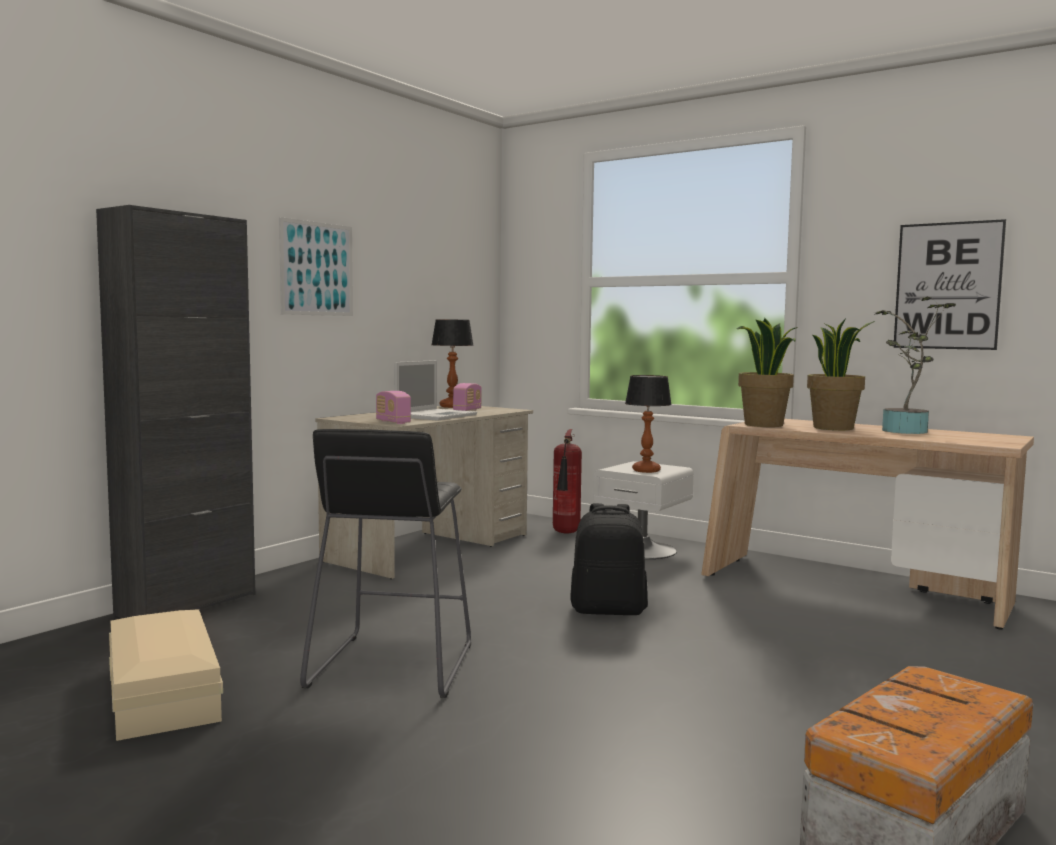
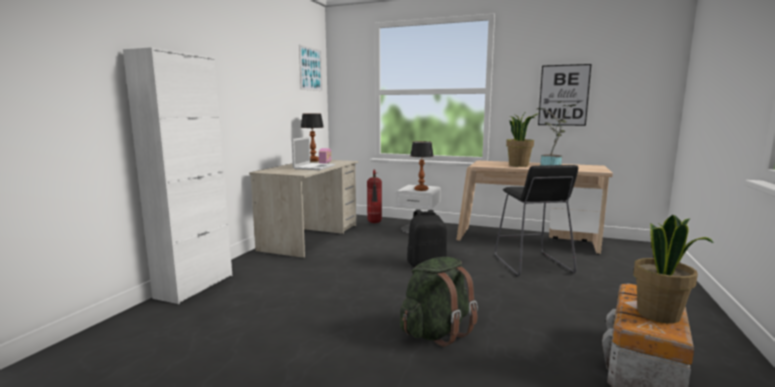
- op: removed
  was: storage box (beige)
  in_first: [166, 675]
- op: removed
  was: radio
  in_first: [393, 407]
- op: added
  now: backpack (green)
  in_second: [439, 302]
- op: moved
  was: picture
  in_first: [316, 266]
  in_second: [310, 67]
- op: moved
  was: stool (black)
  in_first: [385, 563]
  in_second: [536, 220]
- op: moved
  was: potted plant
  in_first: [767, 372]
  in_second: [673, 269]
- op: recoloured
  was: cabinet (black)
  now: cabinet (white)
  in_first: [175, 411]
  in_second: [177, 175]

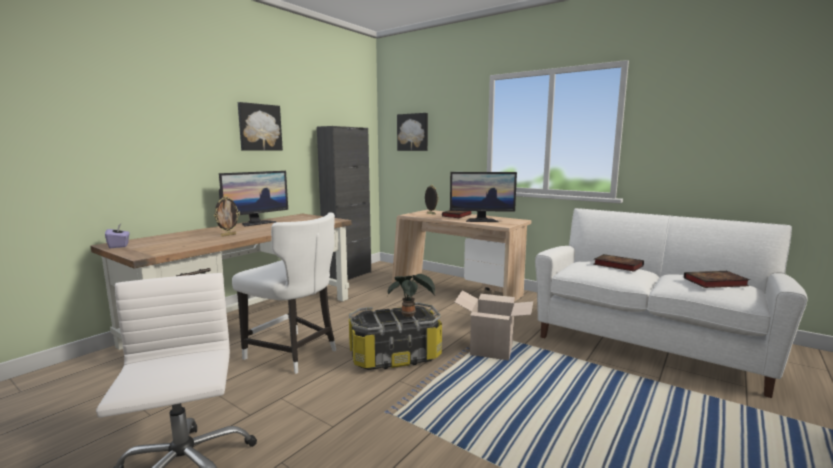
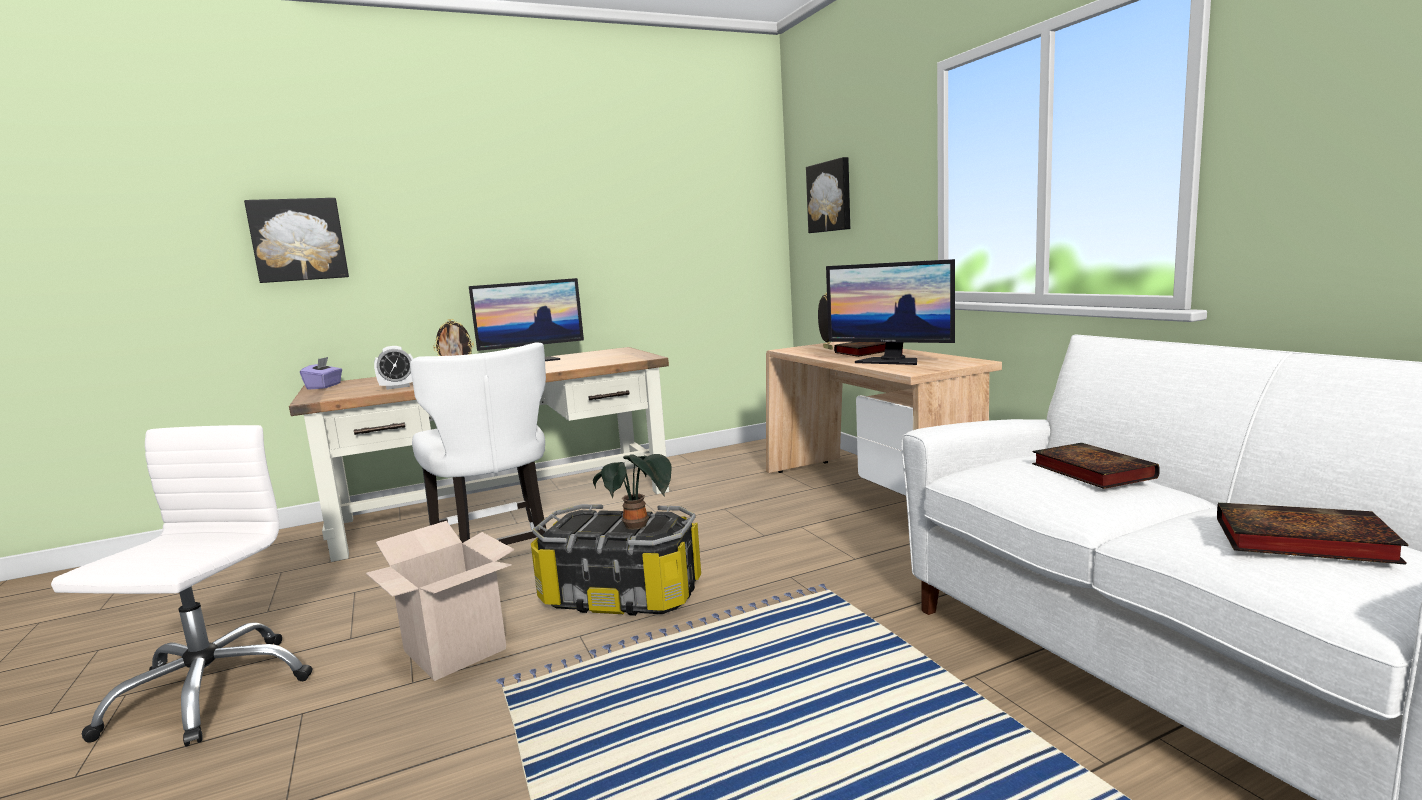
- op: removed
  was: cabinet (black)
  in_first: [344, 203]
- op: added
  now: alarm clock
  in_second: [393, 368]
- op: moved
  was: picture
  in_first: [260, 126]
  in_second: [296, 240]
- op: moved
  was: cardboard box
  in_first: [494, 325]
  in_second: [440, 601]

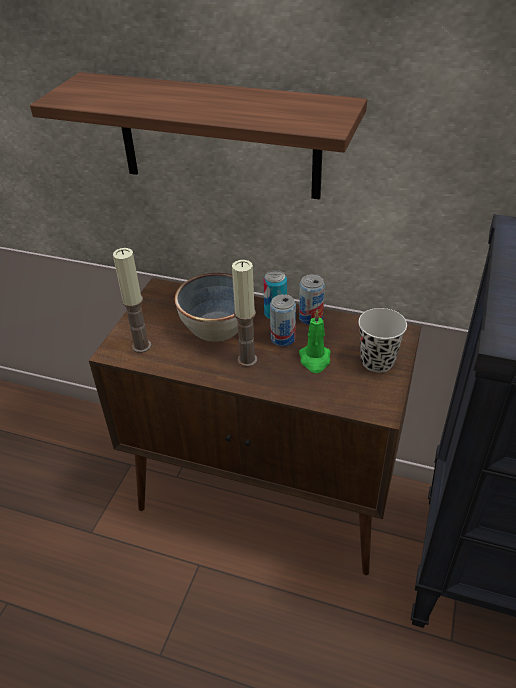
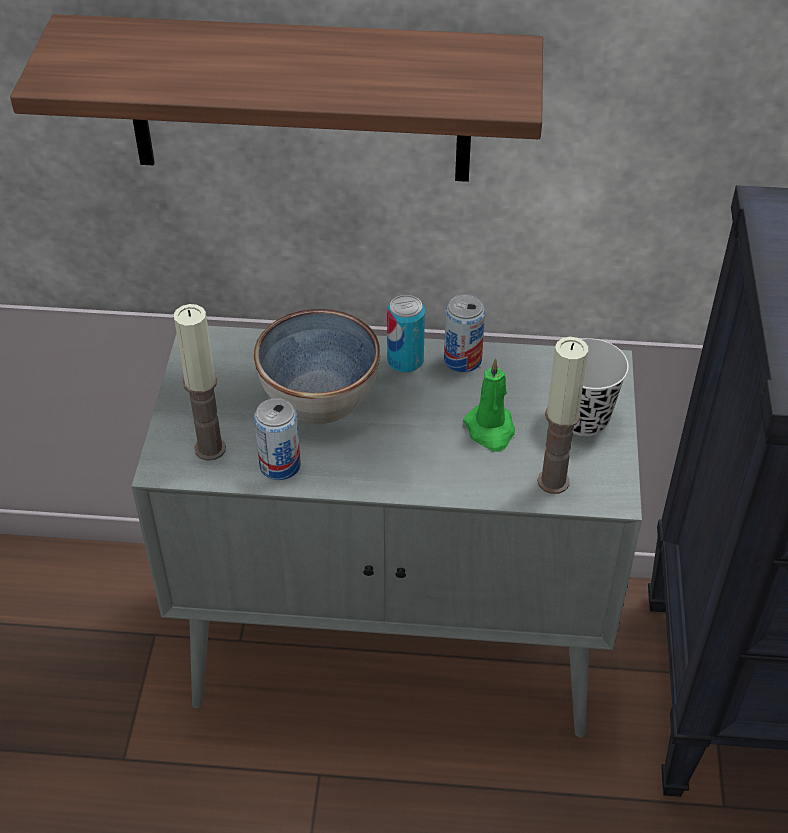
- op: moved
  was: candle
  in_first: [244, 313]
  in_second: [562, 415]
- op: moved
  was: can
  in_first: [283, 320]
  in_second: [277, 439]
- op: recoloured
  was: cabinet (brown)
  now: cabinet (grey)
  in_first: [255, 426]
  in_second: [386, 532]

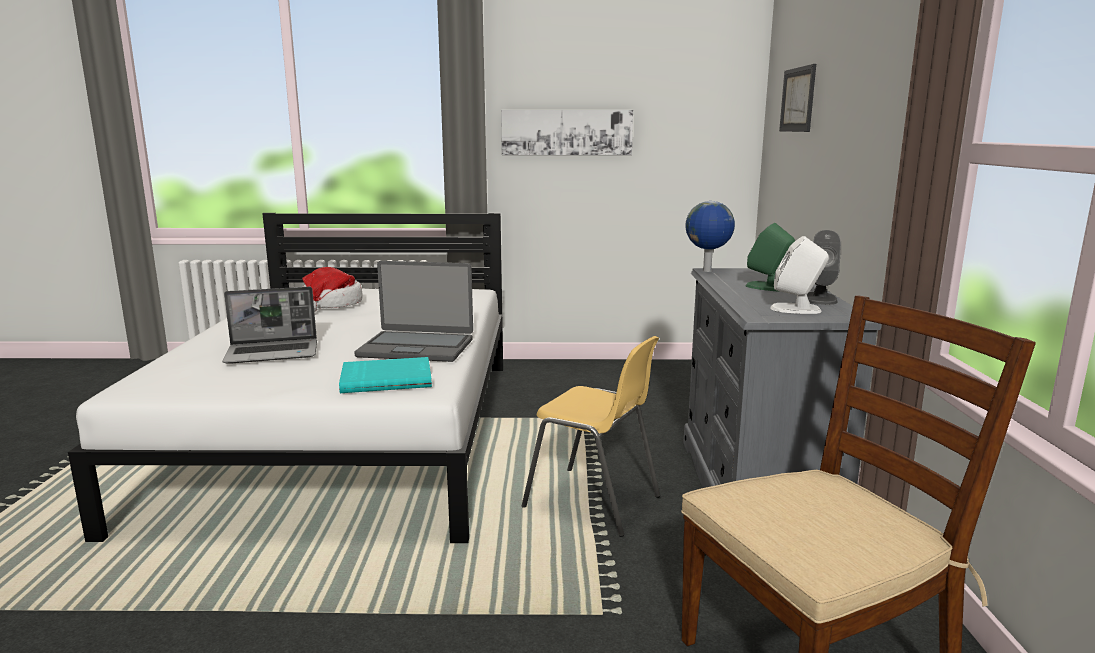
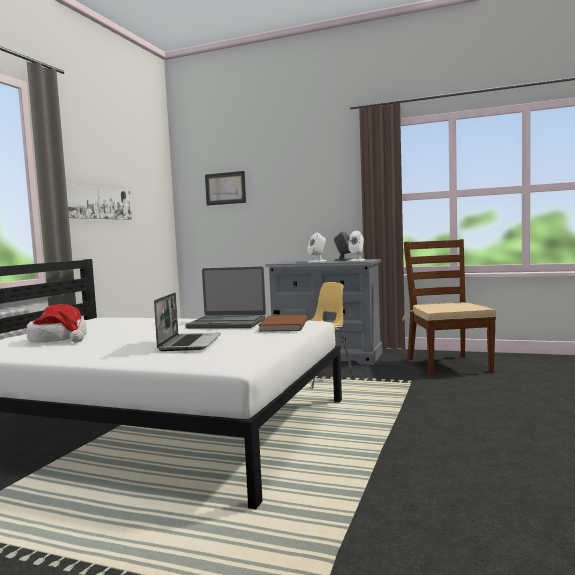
- op: removed
  was: globe
  in_first: [710, 236]
- op: recoloured
  was: book (turquoise)
  now: book (brown)
  in_first: [385, 375]
  in_second: [283, 323]
- op: recoloured
  was: speaker (green)
  now: speaker (white)
  in_first: [770, 257]
  in_second: [316, 247]
- op: turned
  was: laptop
  in_first: [413, 311]
  in_second: [225, 297]
  clockwise: 75

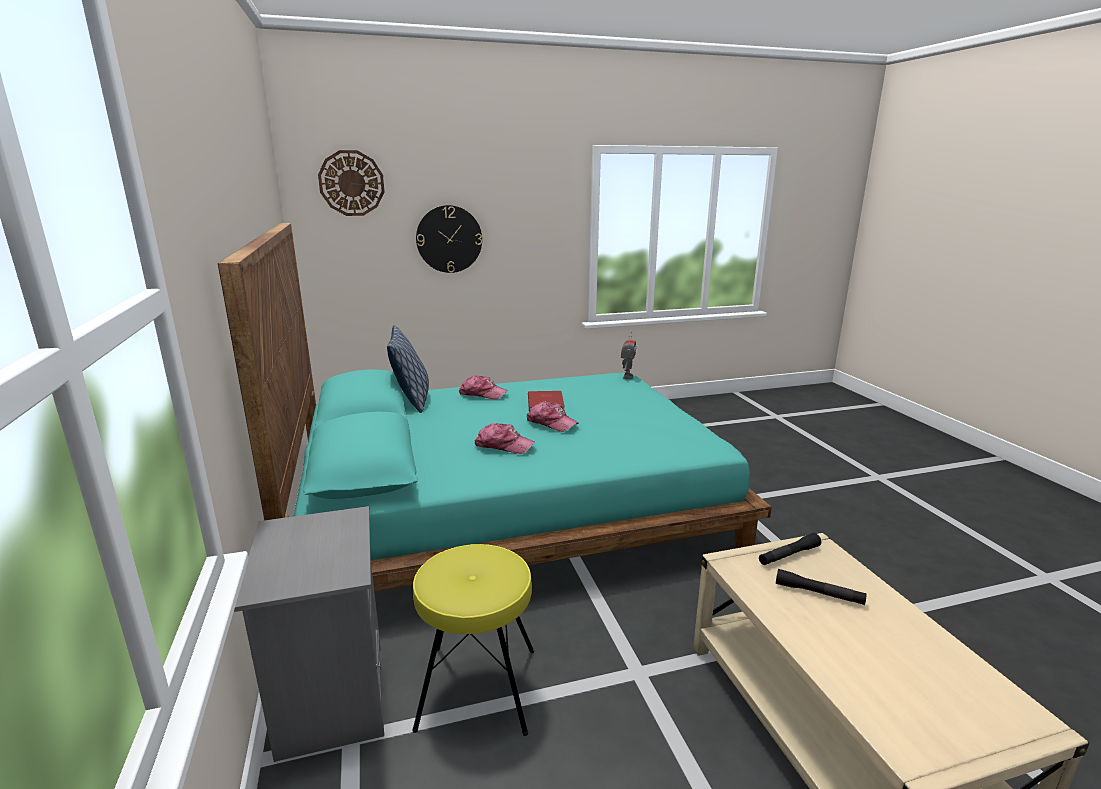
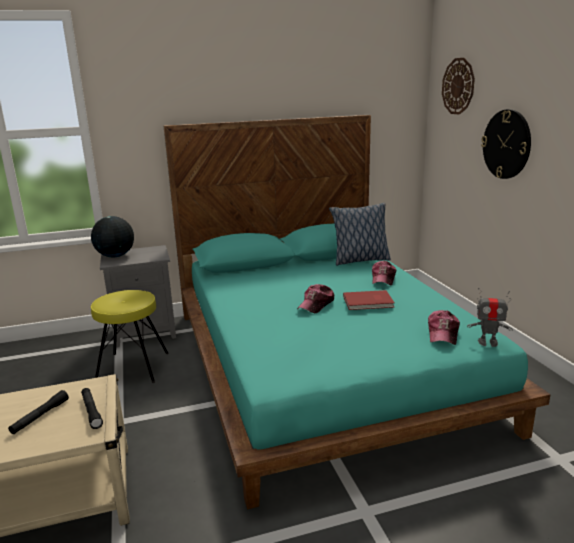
- op: added
  now: globe
  in_second: [112, 236]
- op: moved
  was: cap
  in_first: [504, 438]
  in_second: [444, 327]

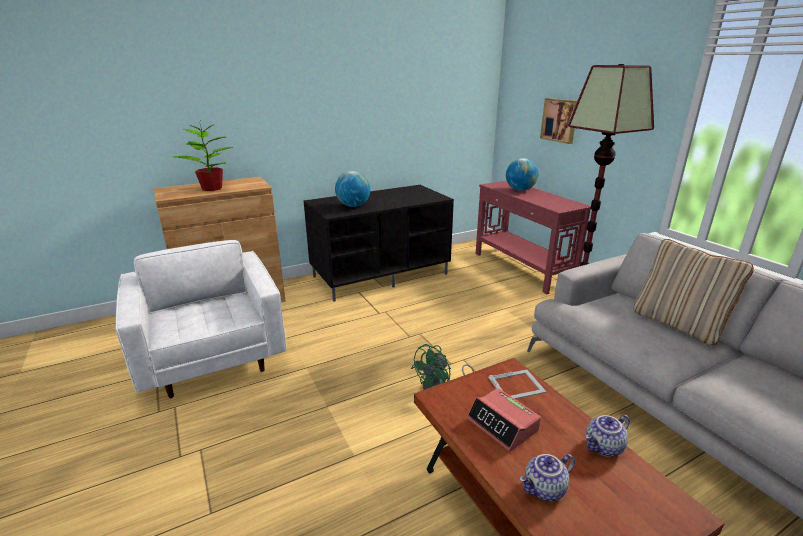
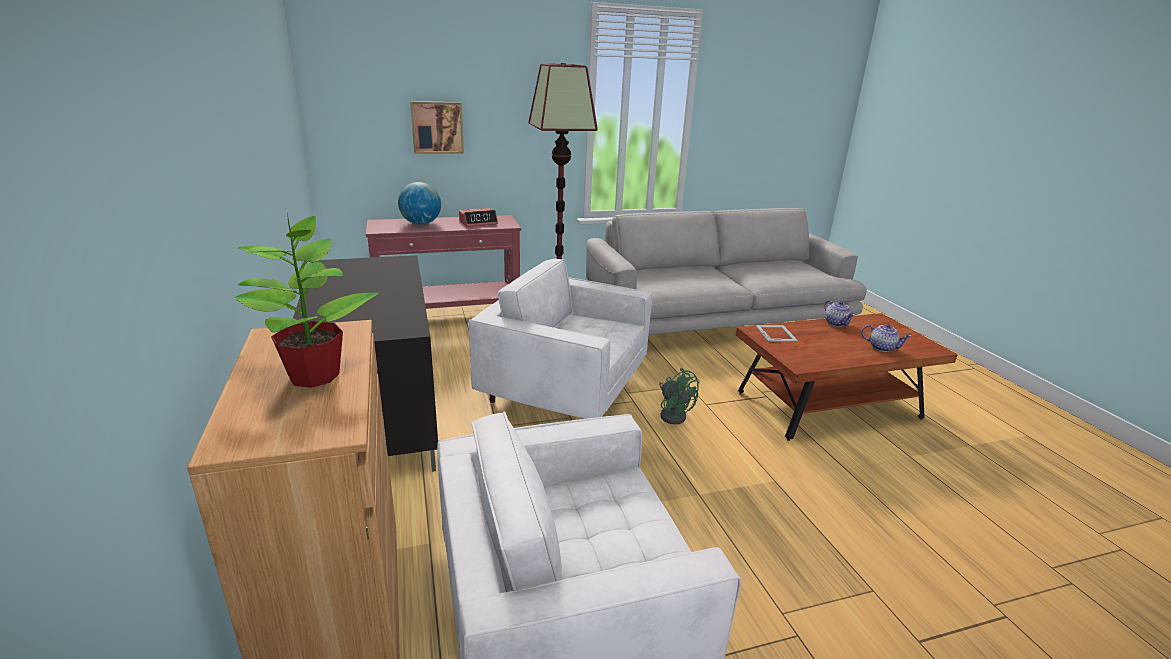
- op: removed
  was: globe
  in_first: [353, 189]
- op: removed
  was: pillow (beige)
  in_first: [693, 292]
- op: added
  now: armchair (white)
  in_second: [560, 339]
- op: moved
  was: alarm clock
  in_first: [504, 420]
  in_second: [478, 217]
- op: turned
  was: teapot
  in_first: [547, 477]
  in_second: [886, 338]
  clockwise: -45

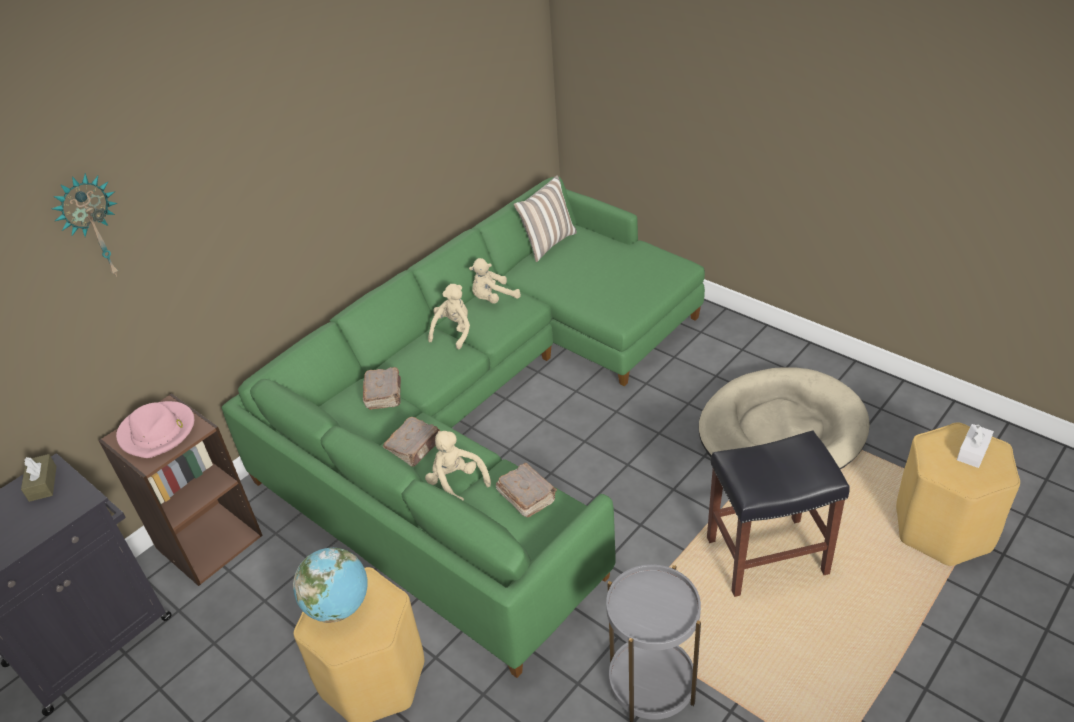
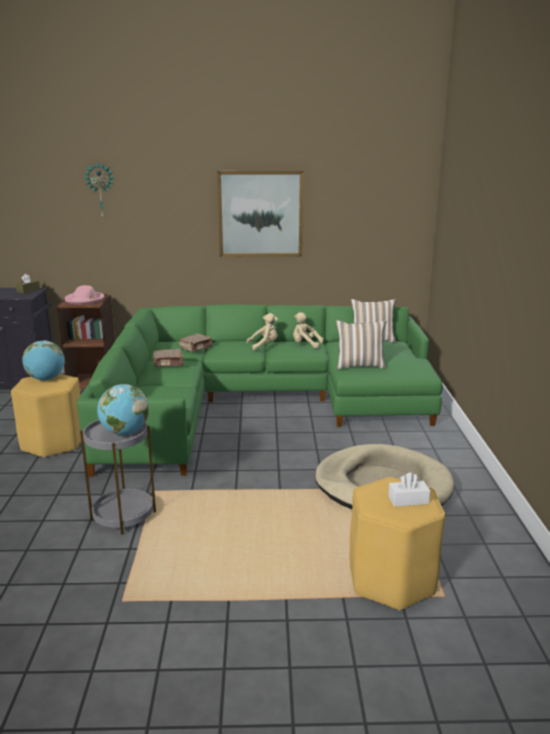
- op: removed
  was: plush toy (beige)
  in_first: [458, 466]
- op: removed
  was: book (brown)
  in_first: [526, 490]
- op: removed
  was: stool (black)
  in_first: [778, 513]
- op: added
  now: globe
  in_second: [123, 409]
- op: added
  now: picture
  in_second: [260, 213]
- op: added
  now: pillow
  in_second: [361, 344]

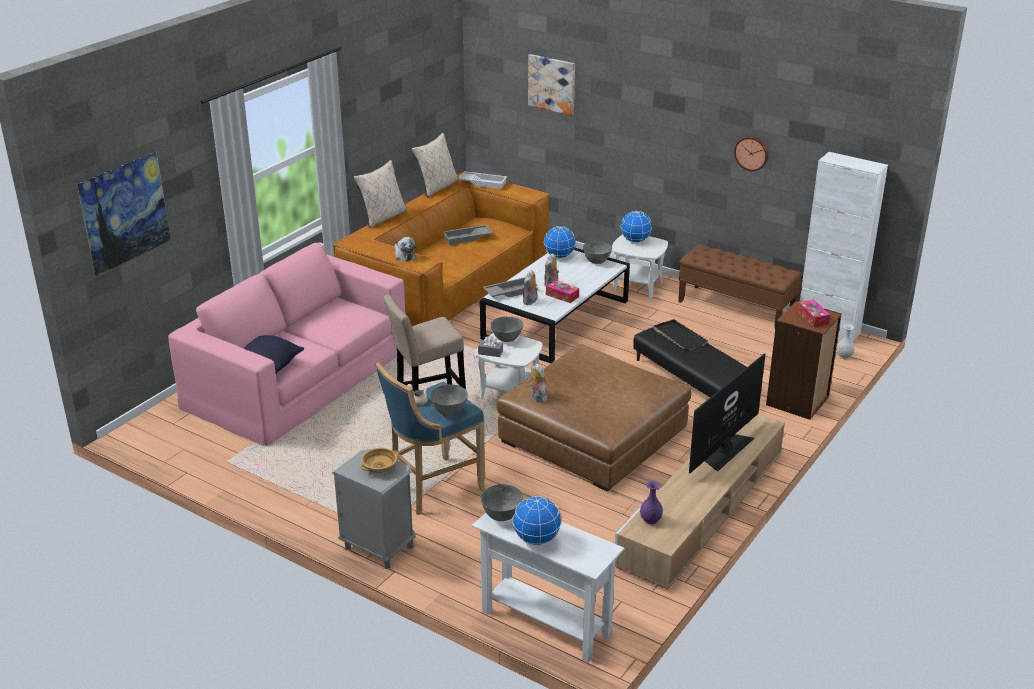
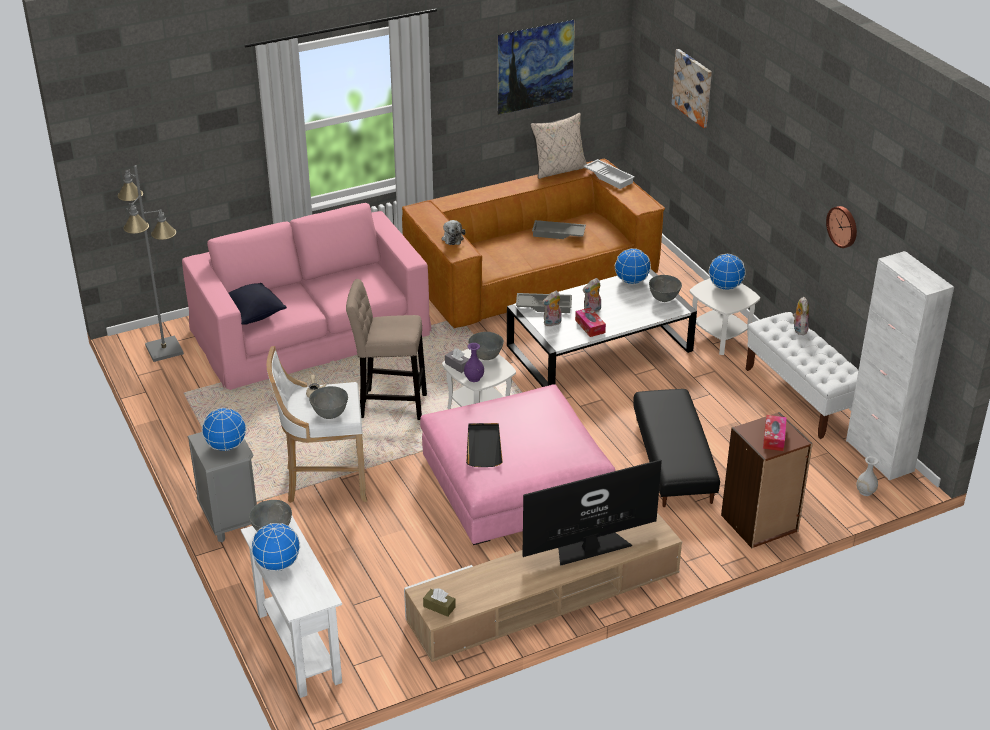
- op: removed
  was: pillow (beige)
  in_first: [380, 194]
- op: added
  now: floor lamp (grey)
  in_second: [151, 263]
- op: added
  now: tissue box (brown)
  in_second: [439, 602]
- op: moved
  was: picture
  in_first: [124, 214]
  in_second: [536, 67]
- op: moved
  was: plush toy
  in_first: [538, 383]
  in_second: [801, 316]
- op: moved
  was: vase (purple)
  in_first: [651, 502]
  in_second: [474, 362]
- op: moved
  was: tray (black)
  in_first: [681, 335]
  in_second: [484, 445]
- op: replaced
  was: bowl (beige)
  now: globe
  in_first: [379, 460]
  in_second: [224, 429]
- op: recoloured
  was: stool (blue)
  now: stool (white)
  in_first: [430, 438]
  in_second: [317, 424]
- op: recoloured
  was: ottoman (brown)
  now: ottoman (pink)
  in_first: [594, 418]
  in_second: [517, 464]
- op: recoloured
  was: bench (brown)
  now: bench (white)
  in_first: [740, 286]
  in_second: [802, 375]

